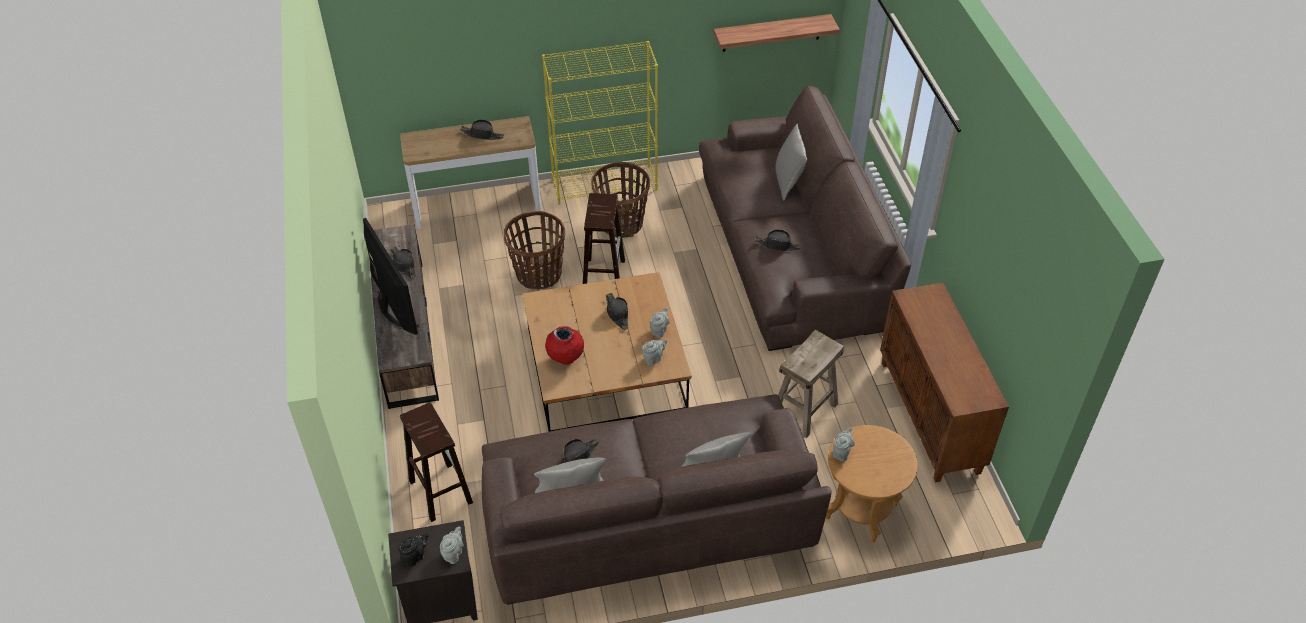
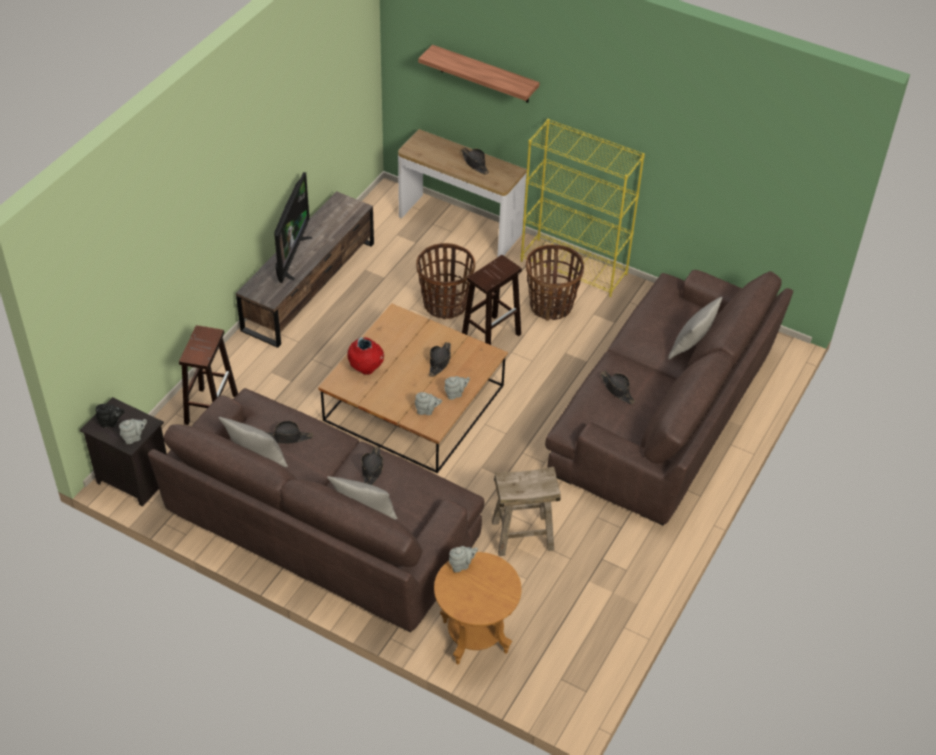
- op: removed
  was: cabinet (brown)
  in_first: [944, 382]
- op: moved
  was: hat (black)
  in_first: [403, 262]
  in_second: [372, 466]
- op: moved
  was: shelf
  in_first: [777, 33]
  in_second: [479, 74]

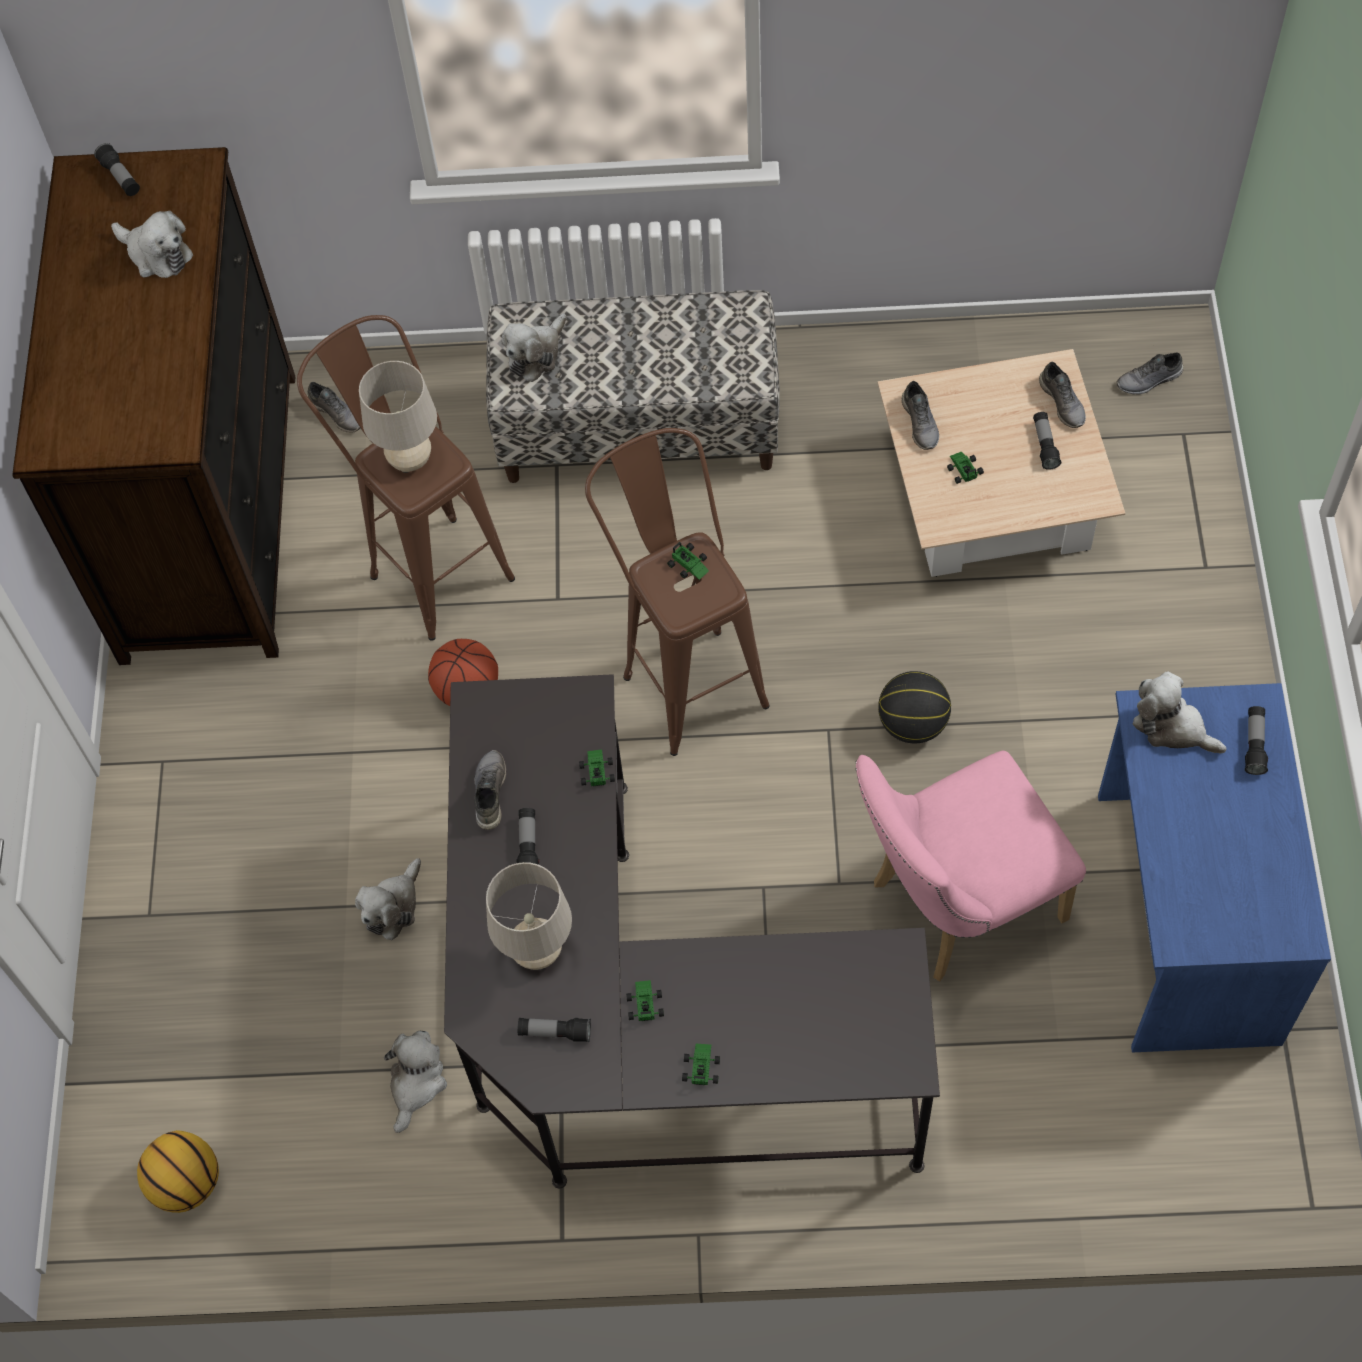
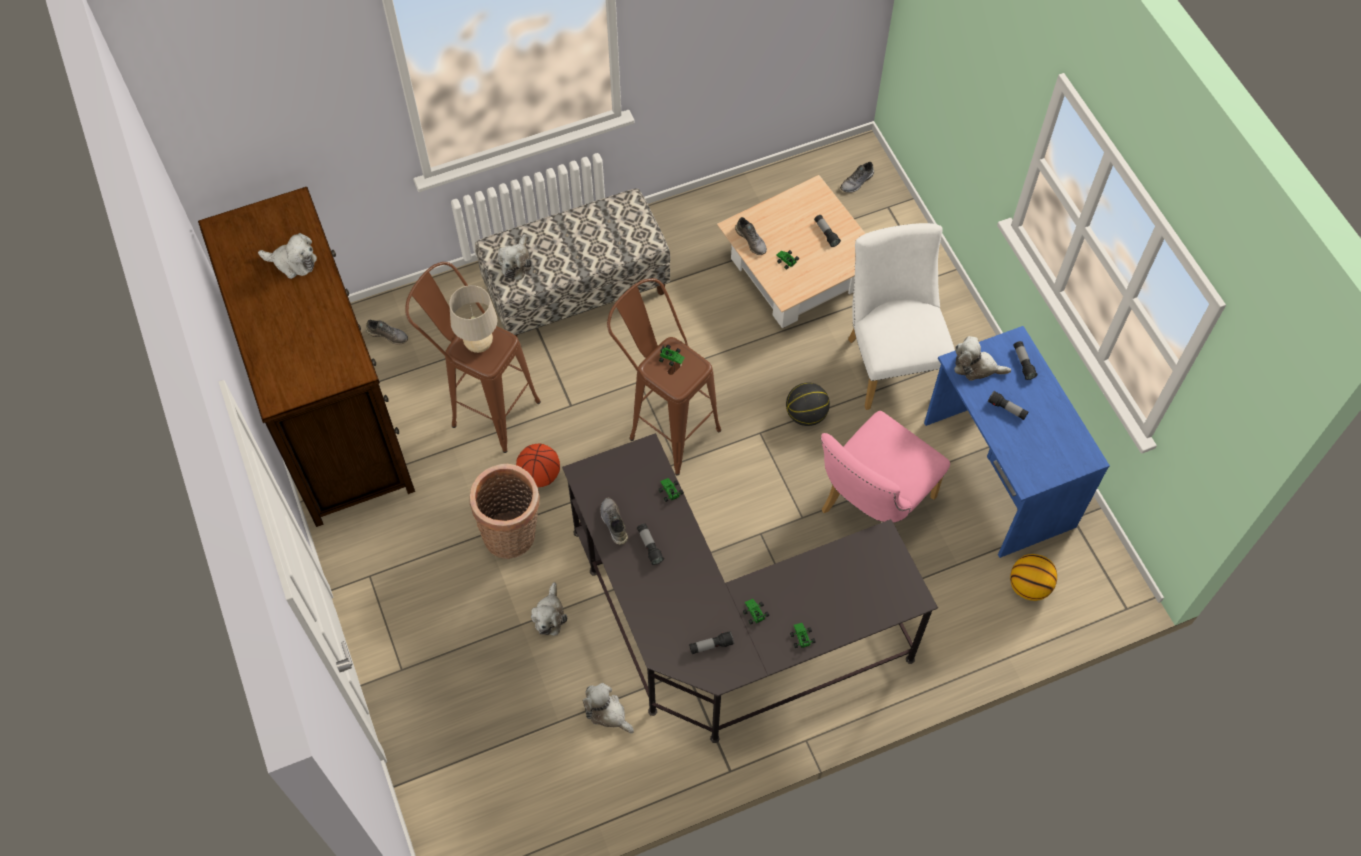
- op: removed
  was: table lamp (beige)
  in_first: [529, 916]
- op: removed
  was: shoe (grey)
  in_first: [1062, 395]
- op: added
  now: basket
  in_second: [505, 511]
- op: added
  now: chair (white)
  in_second: [901, 316]
- op: moved
  was: flashlight
  in_first: [117, 169]
  in_second: [1008, 405]
- op: moved
  was: basketball
  in_first: [178, 1171]
  in_second: [1033, 577]
- op: turned
  was: plush toy
  in_first: [415, 1082]
  in_second: [608, 708]
  clockwise: -45

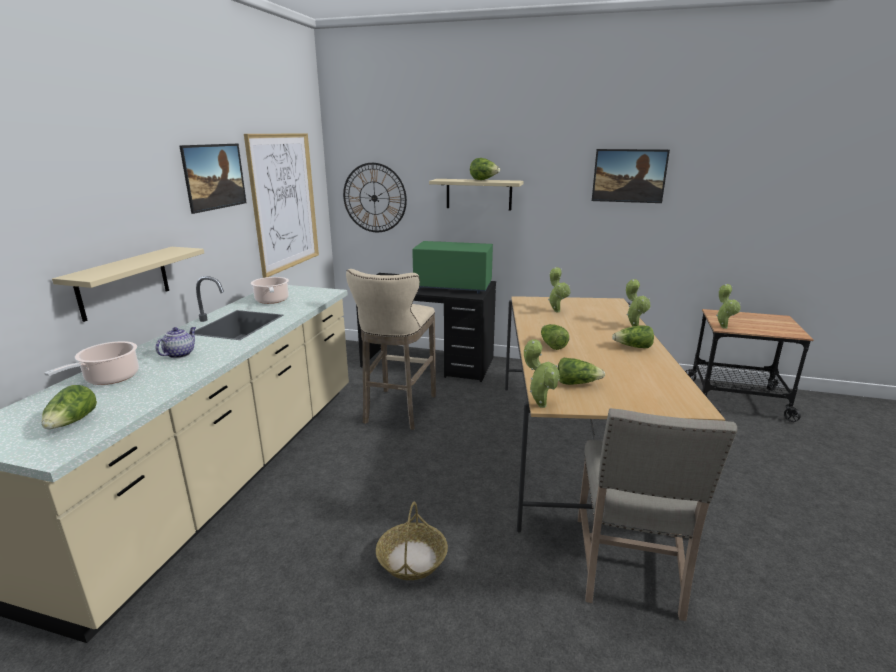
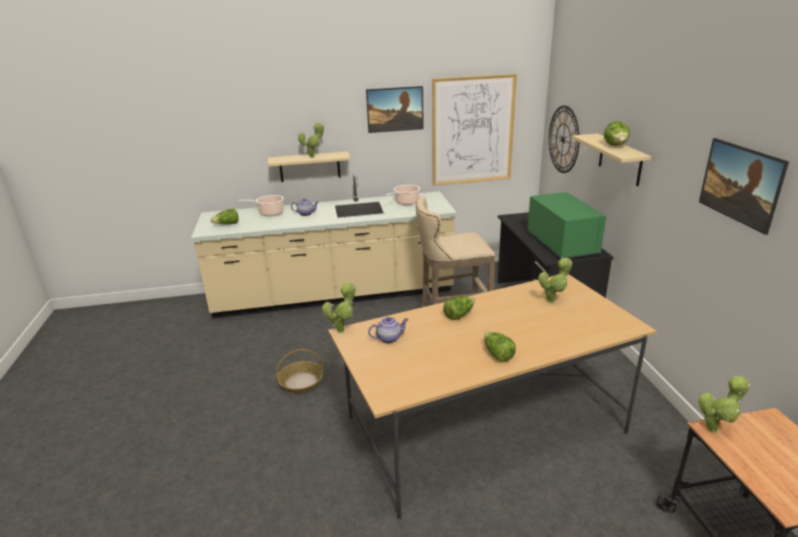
- op: removed
  was: chair (beige)
  in_first: [657, 514]
- op: moved
  was: potted plant
  in_first: [638, 303]
  in_second: [311, 140]
- op: replaced
  was: lettuce
  now: teapot
  in_first: [581, 371]
  in_second: [388, 330]

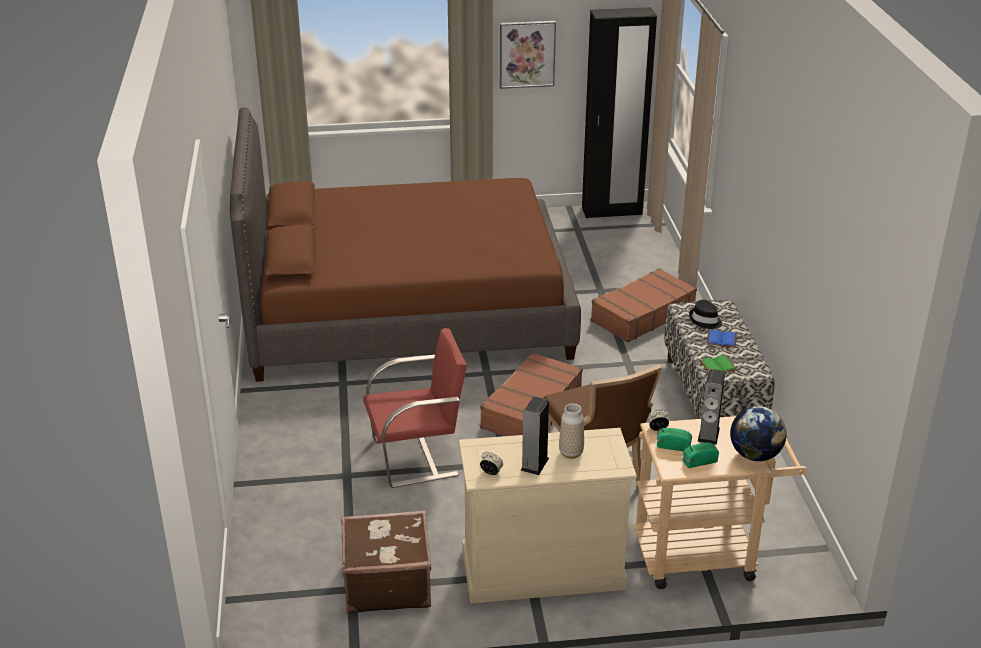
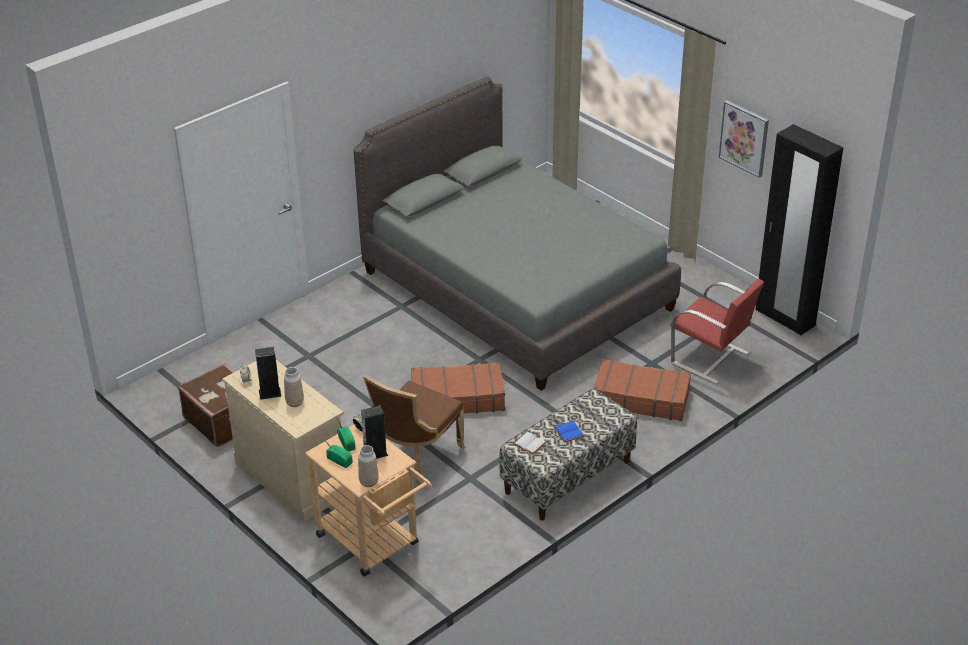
- op: removed
  was: hat (black)
  in_first: [705, 314]
- op: moved
  was: chair (red)
  in_first: [415, 408]
  in_second: [717, 331]
- op: replaced
  was: globe
  now: vase
  in_first: [758, 433]
  in_second: [368, 466]
- op: recoloured
  was: bed (brown)
  now: bed (grey)
  in_first: [405, 244]
  in_second: [517, 234]
- op: recoloured
  was: book (green)
  now: book (white)
  in_first: [718, 364]
  in_second: [530, 443]

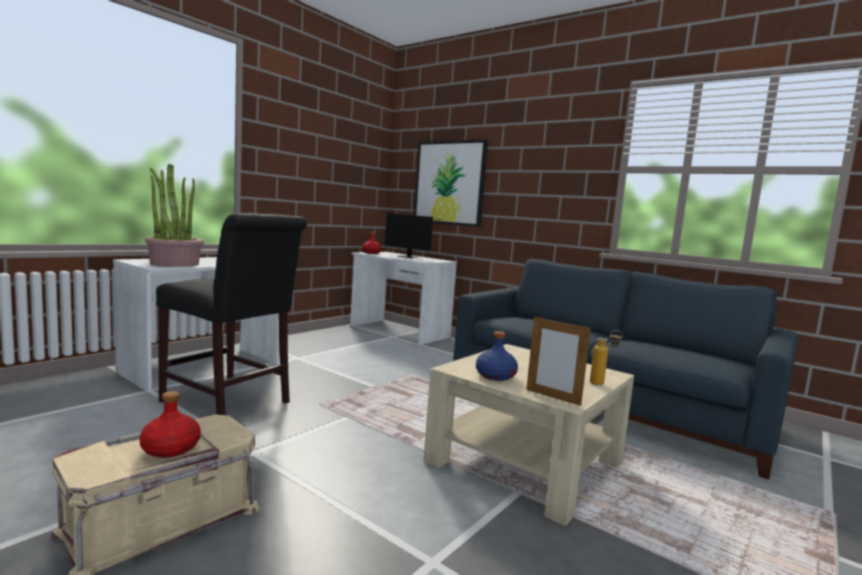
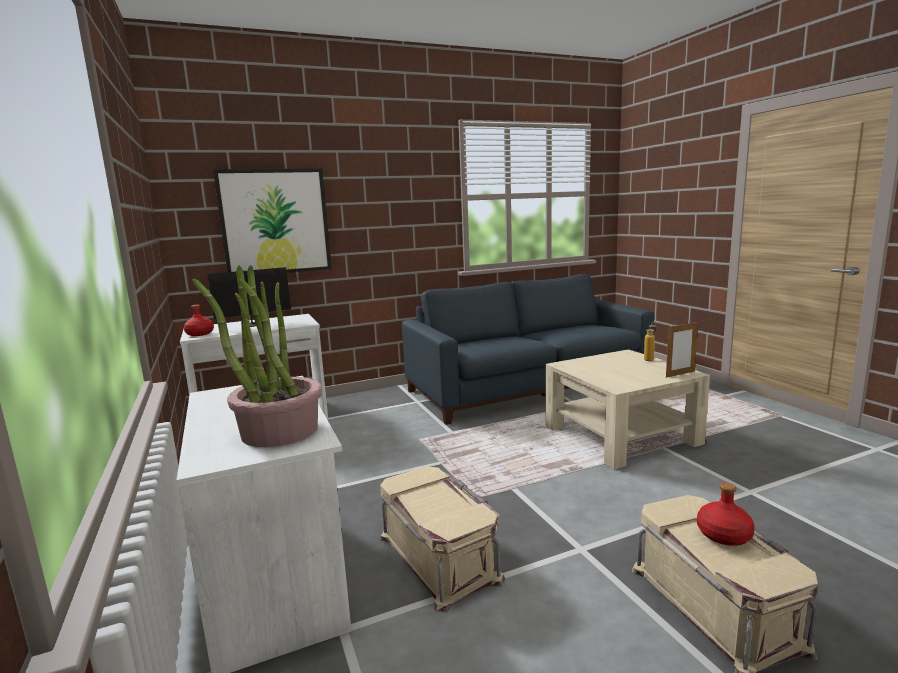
- op: removed
  was: bottle (blue)
  in_first: [497, 356]
- op: replaced
  was: chair (black)
  now: storage box (beige)
  in_first: [231, 314]
  in_second: [443, 539]

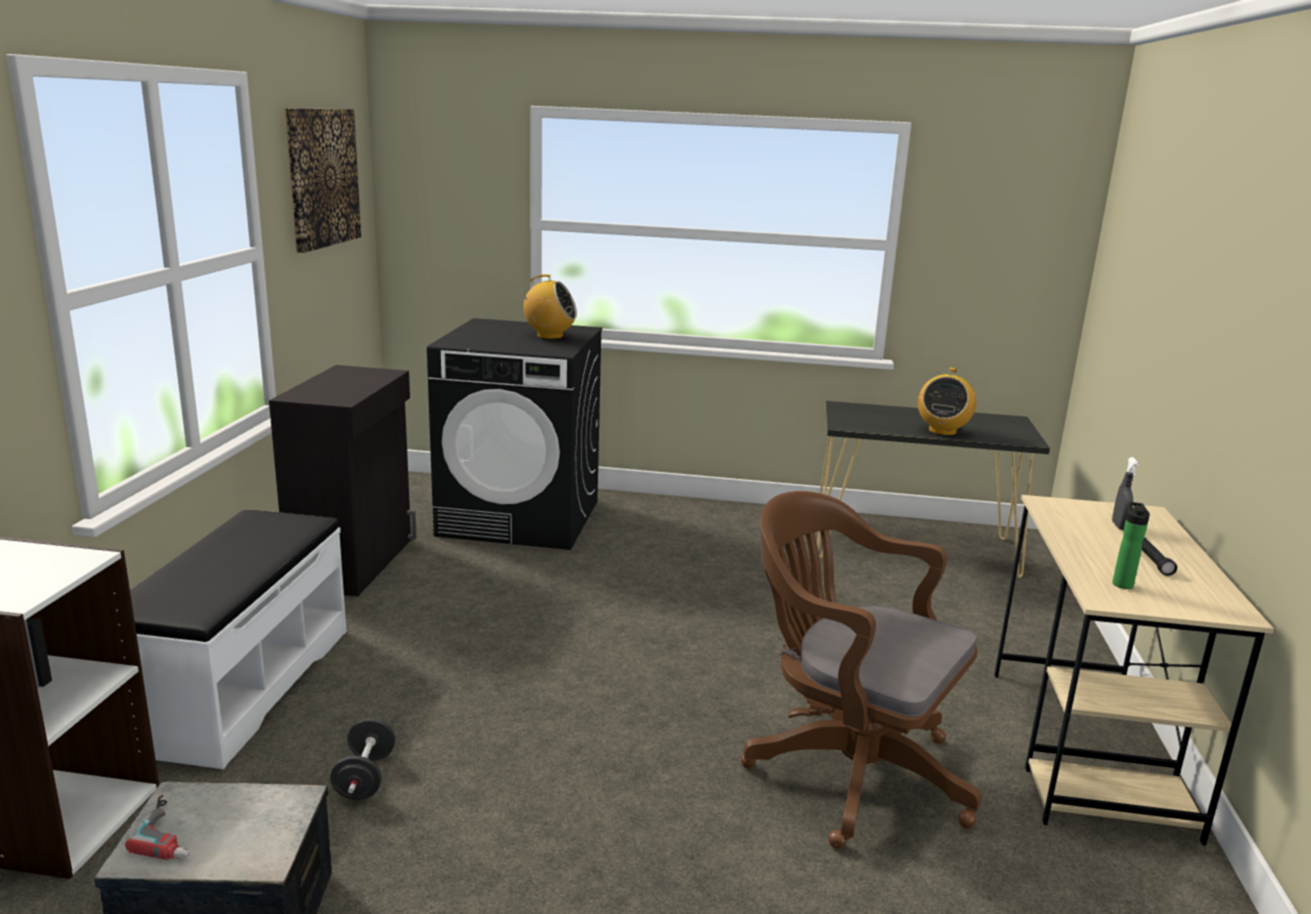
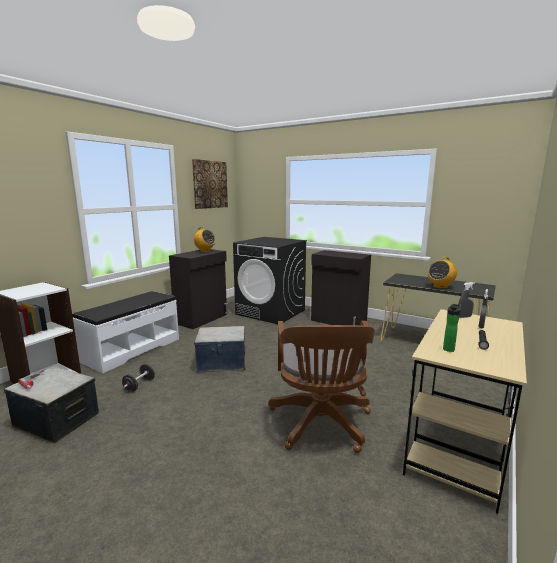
- op: added
  now: storage box
  in_second: [220, 349]
- op: added
  now: cabinet (black)
  in_second: [341, 287]
- op: added
  now: spray bottle (grey)
  in_second: [466, 300]
- op: moved
  was: radio
  in_first: [548, 306]
  in_second: [204, 239]
- op: turned
  was: office chair (brown)
  in_first: [861, 670]
  in_second: [321, 387]
  clockwise: -150

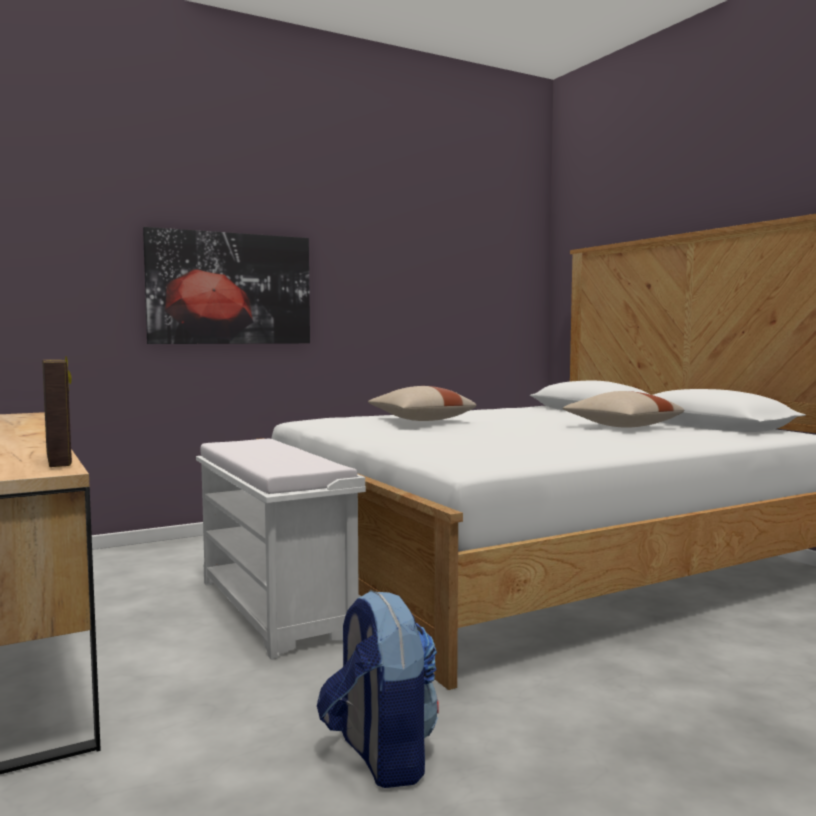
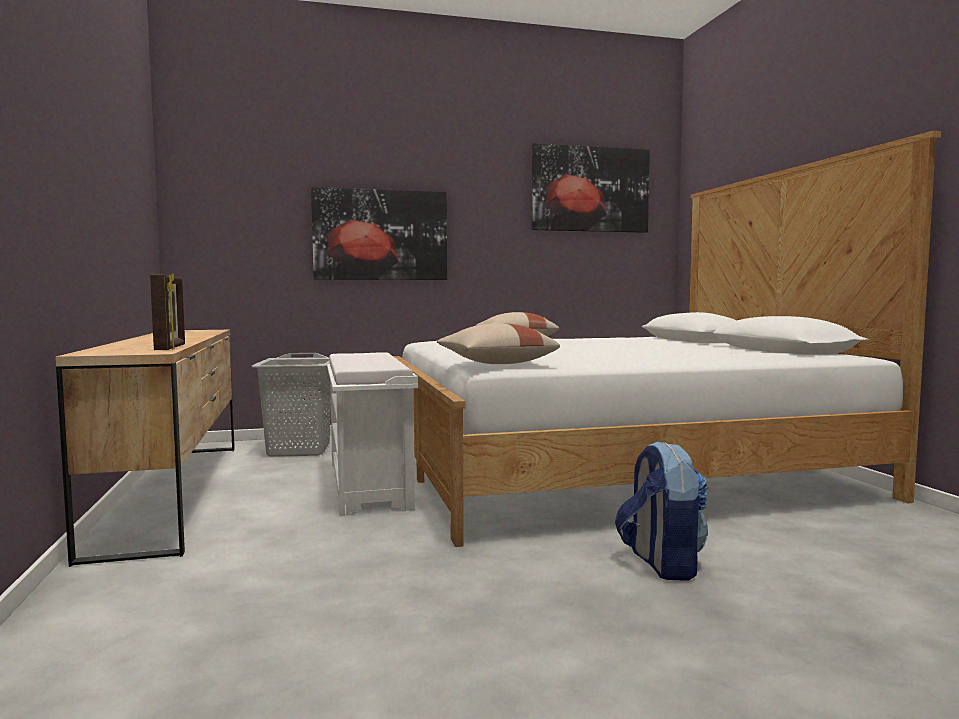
- op: added
  now: laundry basket (grey)
  in_second: [291, 405]
- op: added
  now: picture
  in_second: [591, 188]
- op: moved
  was: backpack
  in_first: [378, 689]
  in_second: [661, 511]
- op: moved
  was: pillow (beige)
  in_first: [623, 409]
  in_second: [498, 343]

